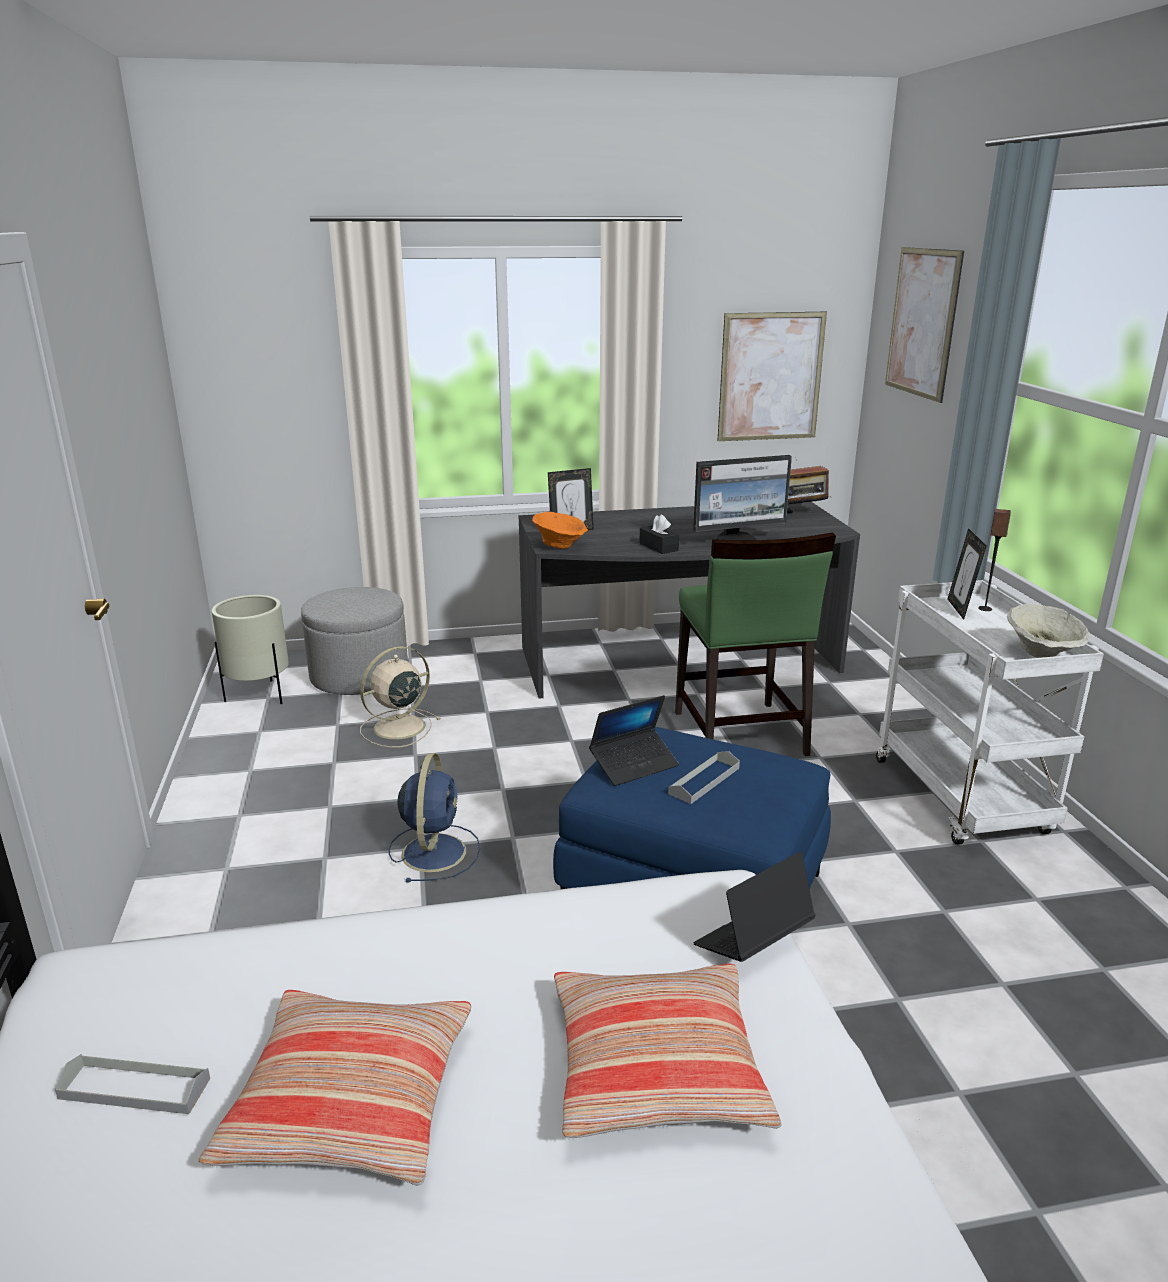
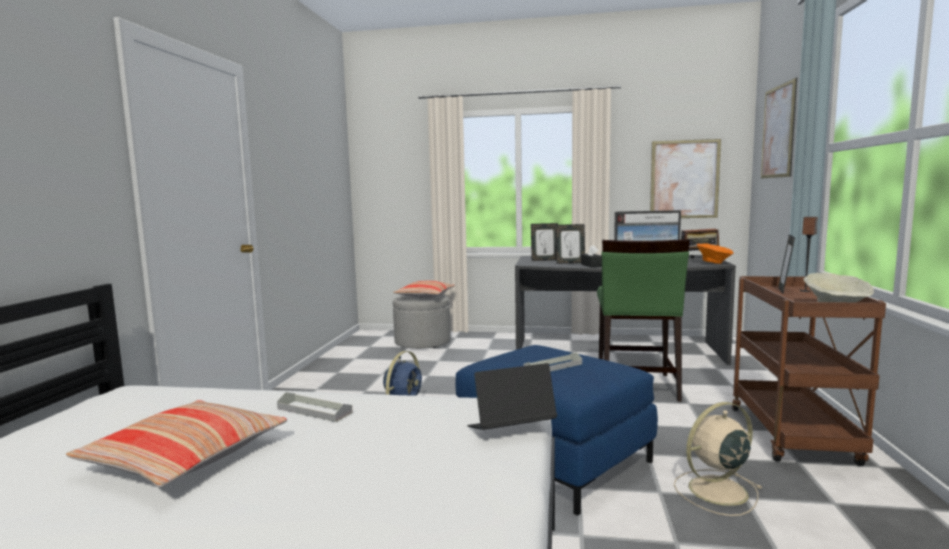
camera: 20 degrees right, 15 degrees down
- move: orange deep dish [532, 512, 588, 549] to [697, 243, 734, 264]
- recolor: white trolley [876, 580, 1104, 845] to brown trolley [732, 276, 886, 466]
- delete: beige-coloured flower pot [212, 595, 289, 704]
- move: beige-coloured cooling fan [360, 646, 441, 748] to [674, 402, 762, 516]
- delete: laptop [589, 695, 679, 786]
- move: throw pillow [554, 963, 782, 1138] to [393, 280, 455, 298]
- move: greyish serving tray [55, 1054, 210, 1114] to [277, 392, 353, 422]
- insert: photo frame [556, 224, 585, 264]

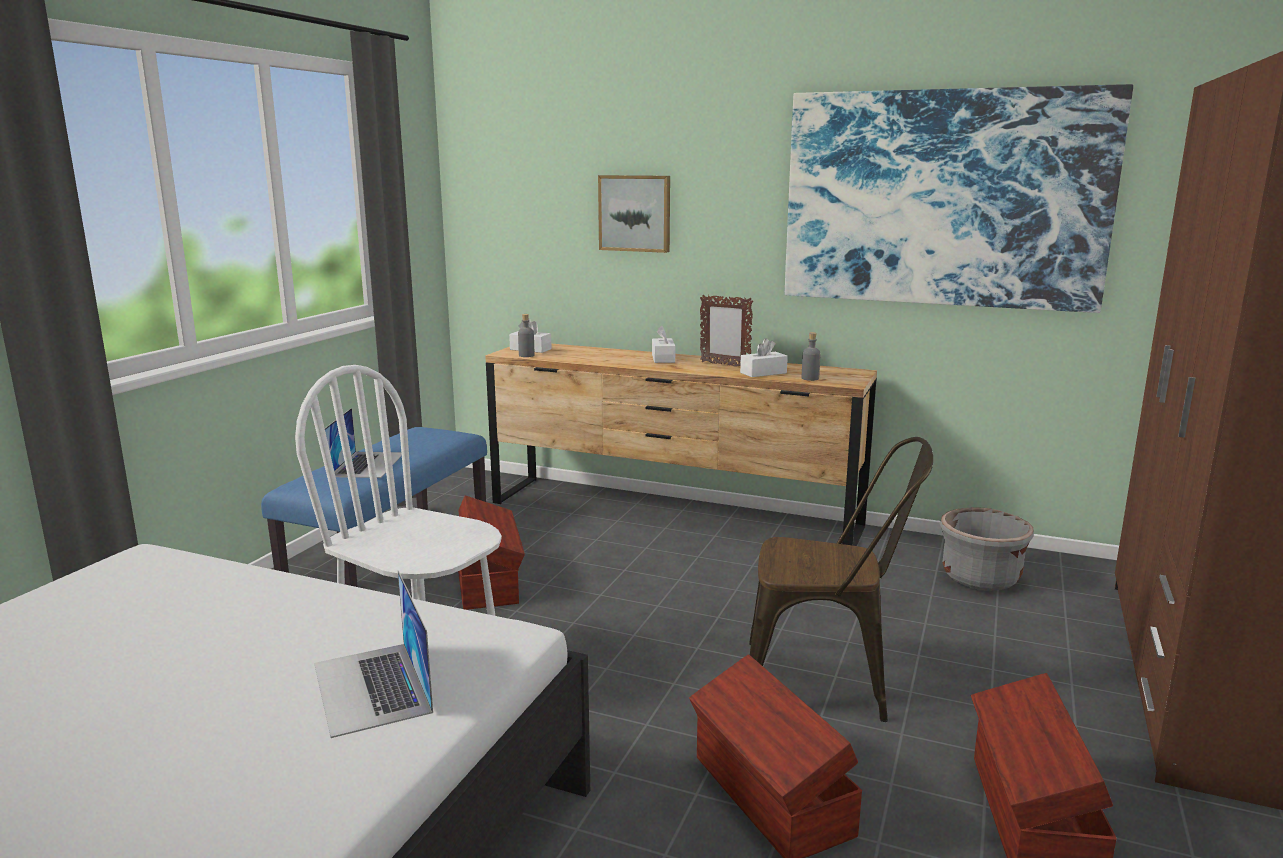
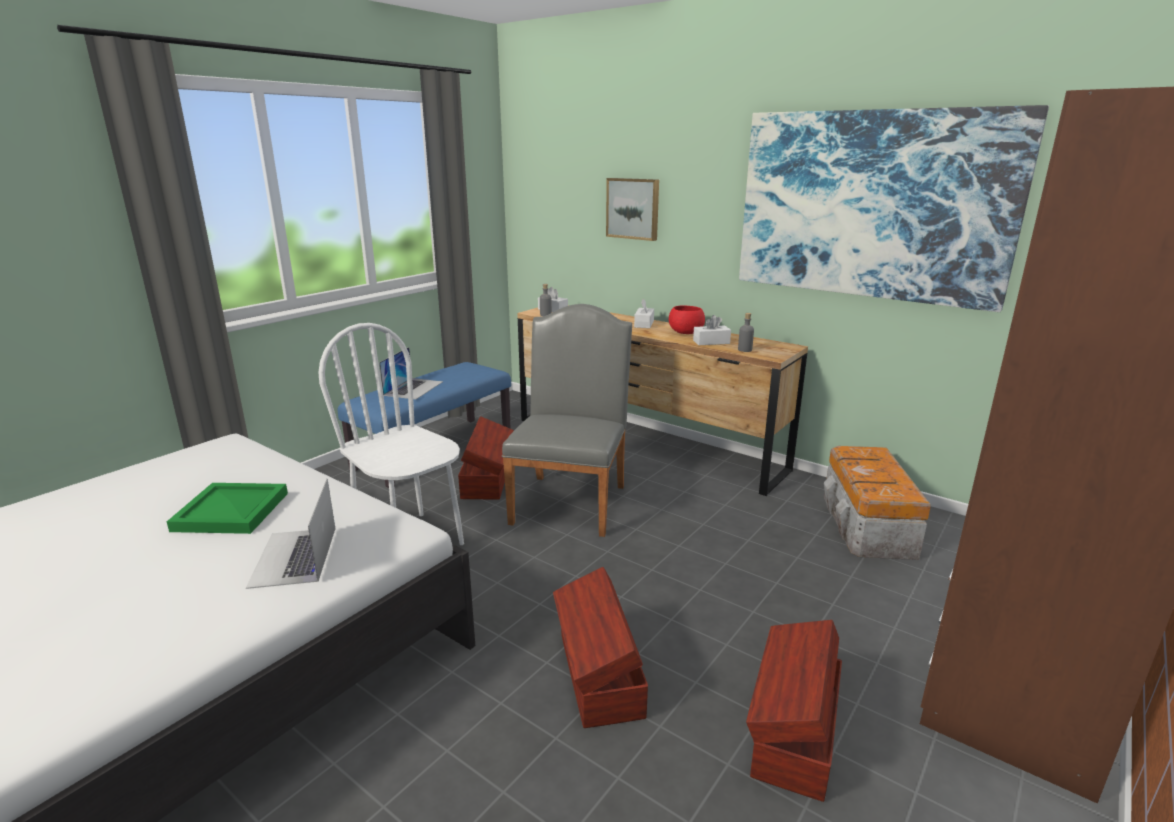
camera: 15 degrees right, 5 degrees up
- replace: photo frame [700, 295, 753, 366] to red-coloured deep dish [669, 305, 705, 334]
- delete: brown chair [749, 437, 933, 722]
- replace: greyish flower pot [940, 507, 1034, 591] to storage box [824, 446, 931, 560]
- insert: greyish chair [502, 304, 632, 537]
- insert: green serving tray [167, 483, 288, 534]

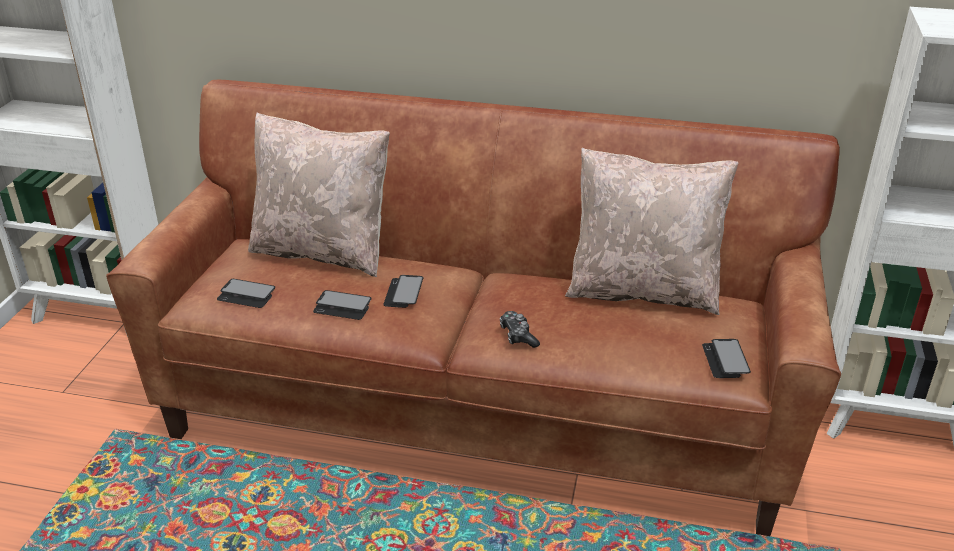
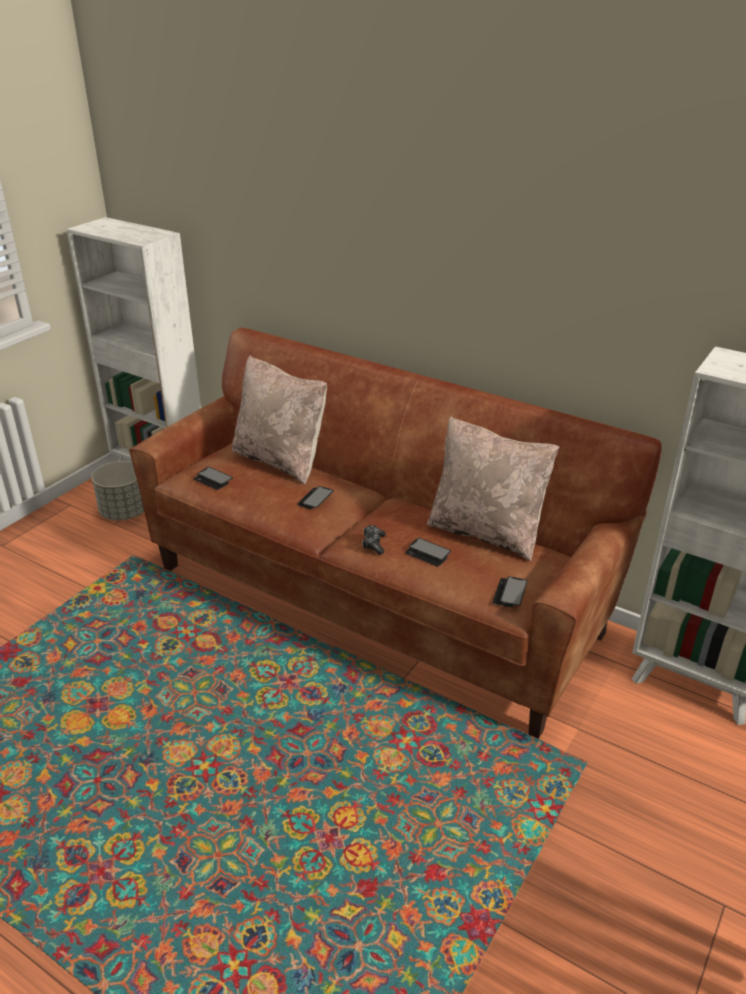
camera: 20 degrees right, 0 degrees up
- move: phone [313, 290, 372, 320] to [405, 538, 451, 566]
- insert: greyish flower pot [92, 461, 144, 520]

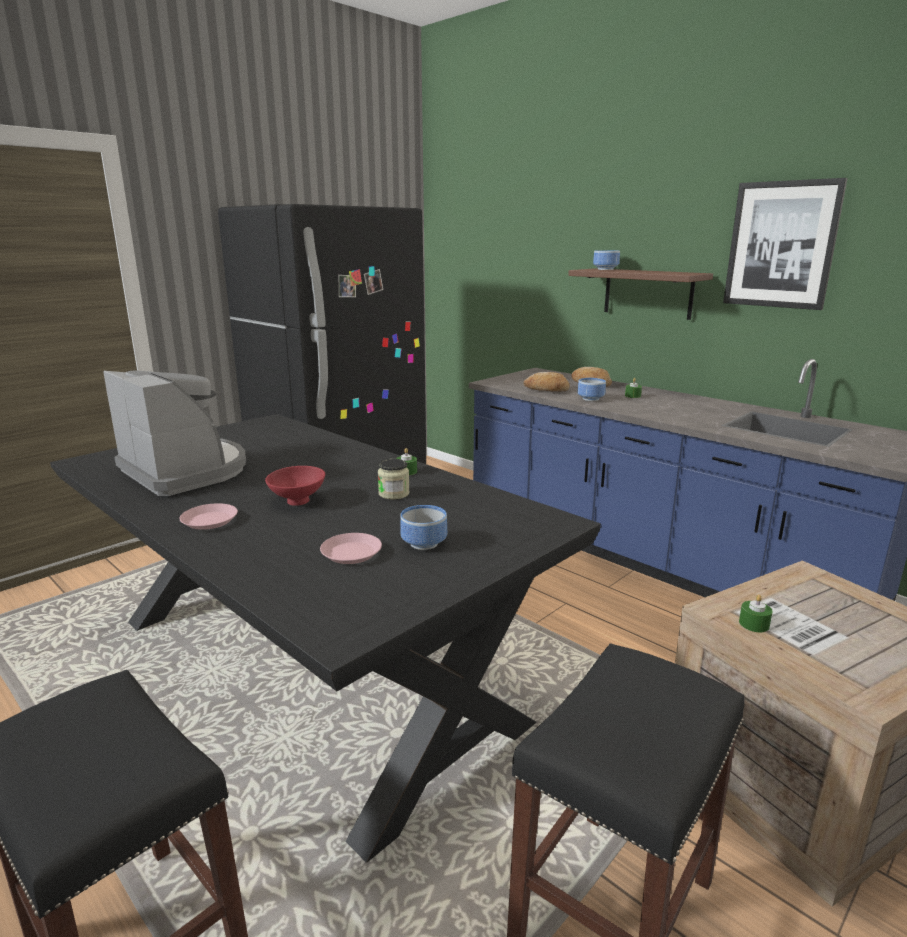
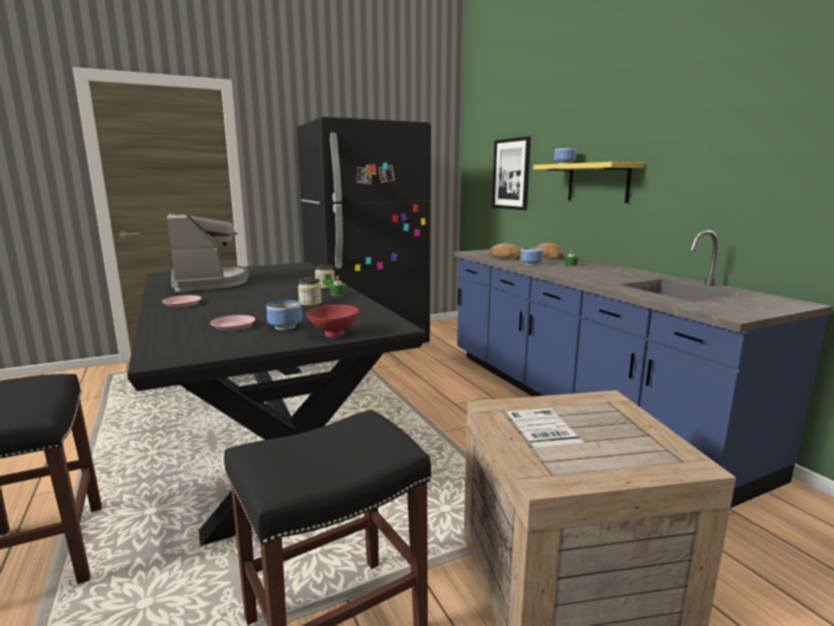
camera: 20 degrees right, 5 degrees down
- move: wall picture [723, 178, 848, 310] to [492, 136, 531, 210]
- recolor: brown wall shelf [568, 268, 713, 320] to yellowish wall shelf [533, 162, 644, 203]
- move: red-coloured deep dish [265, 466, 325, 506] to [307, 305, 359, 337]
- delete: green candle [739, 595, 773, 632]
- insert: storage jar [315, 265, 335, 289]

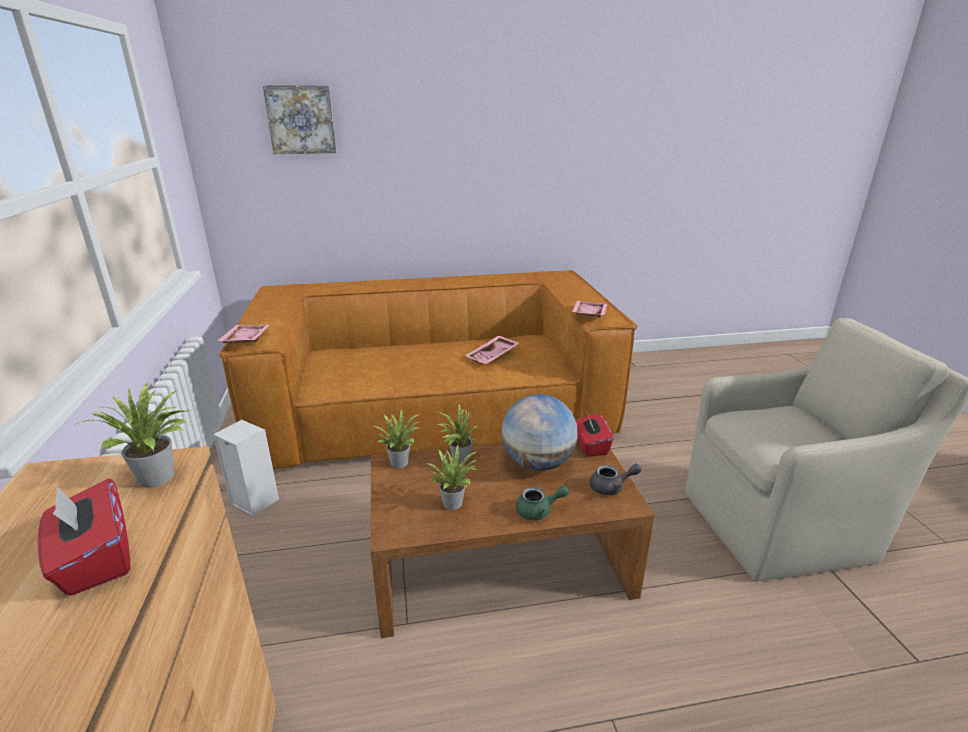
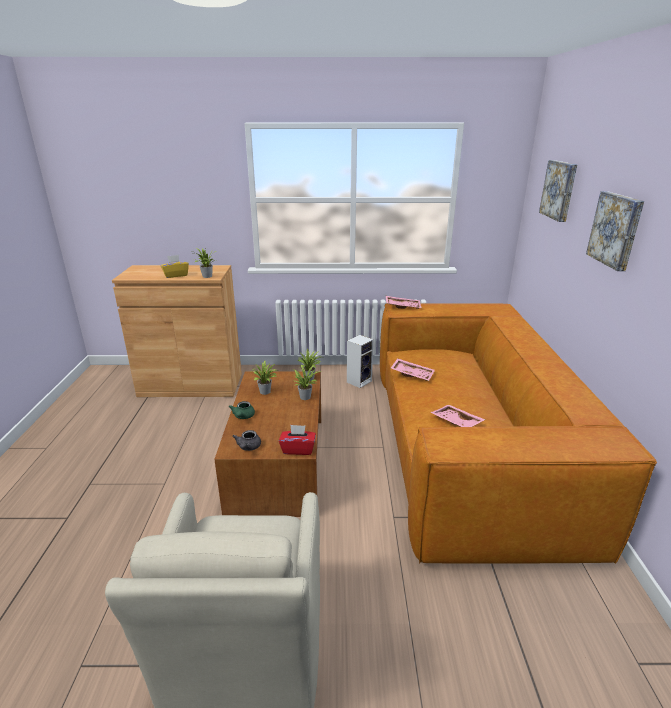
camera: 100 degrees right, 0 degrees up
- move: pinkish serving tray [572, 301, 607, 318] to [391, 358, 435, 381]
- delete: world globe [501, 394, 578, 471]
- recolor: red-coloured tissue box [38, 479, 130, 596] to yellowish tissue box [161, 255, 189, 278]
- insert: wall picture [586, 191, 644, 271]

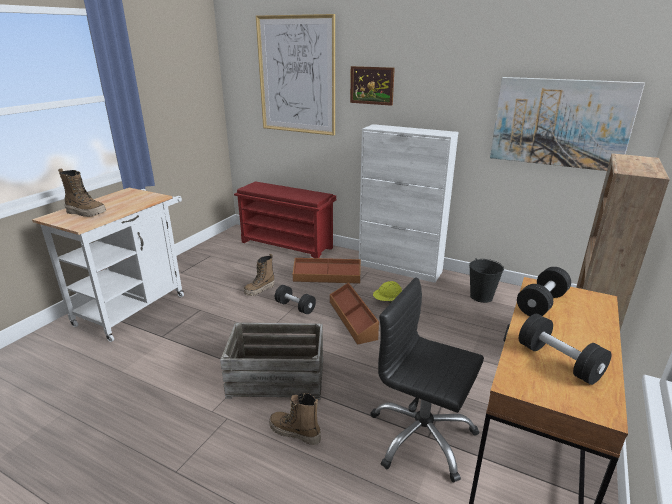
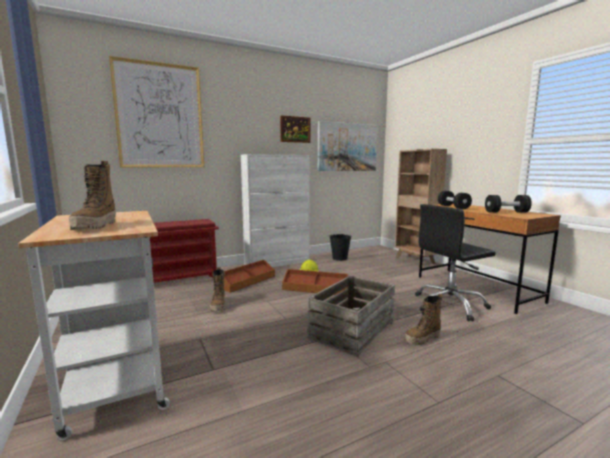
camera: 55 degrees left, 15 degrees down
- move: wall picture [350, 66, 395, 106] to [280, 115, 310, 143]
- rotate: tall boot [58, 168, 106, 217] = [69, 161, 116, 230] 120 degrees clockwise
- delete: blackish free weight [275, 285, 316, 314]

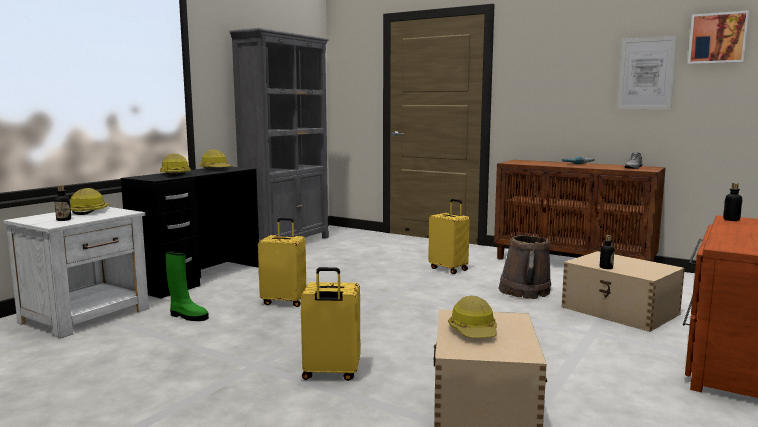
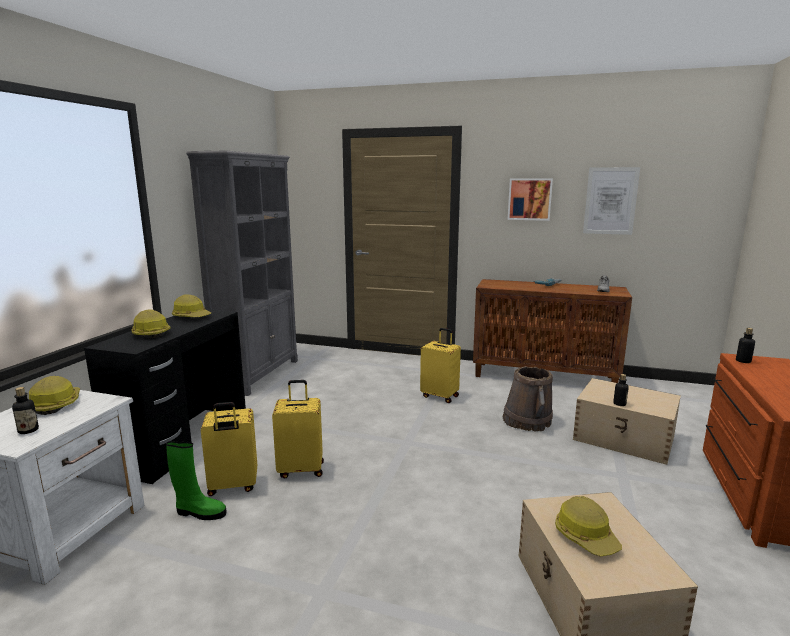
camera: 15 degrees left, 5 degrees up
- move: wall picture [688, 10, 749, 64] to [508, 178, 553, 221]
- move: yellowish piece of luggage [300, 267, 360, 381] to [201, 402, 257, 496]

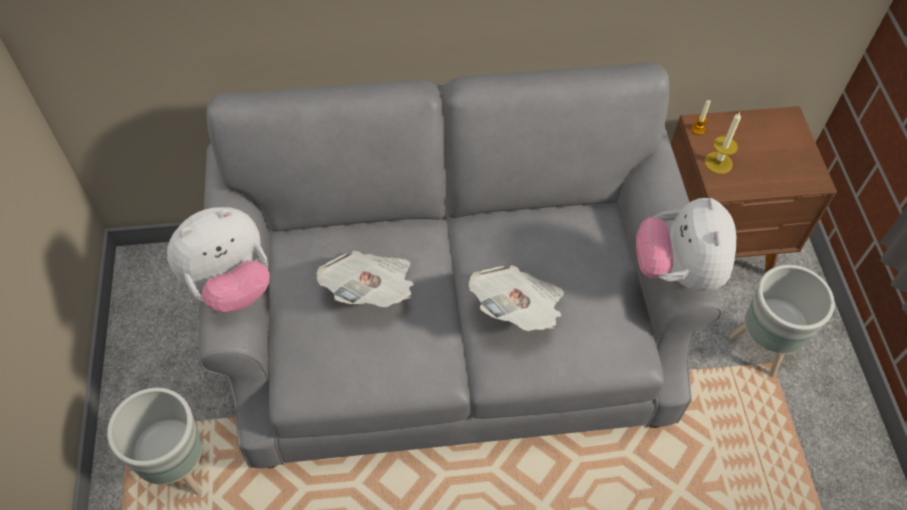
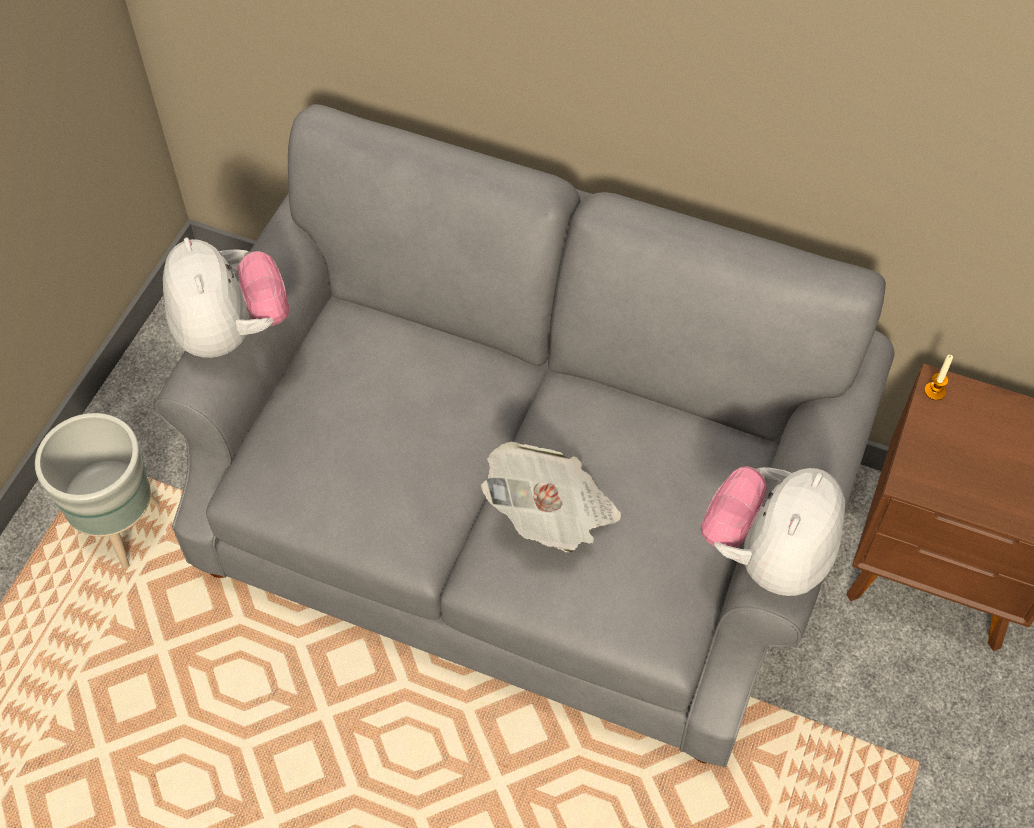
camera: 30 degrees right, 0 degrees up
- delete: candle [705, 112, 741, 174]
- rotate: soft toy [167, 207, 270, 312] = [163, 237, 289, 358] 105 degrees counterclockwise
- delete: newspaper [317, 251, 414, 307]
- delete: greyish flower pot [729, 265, 835, 377]

